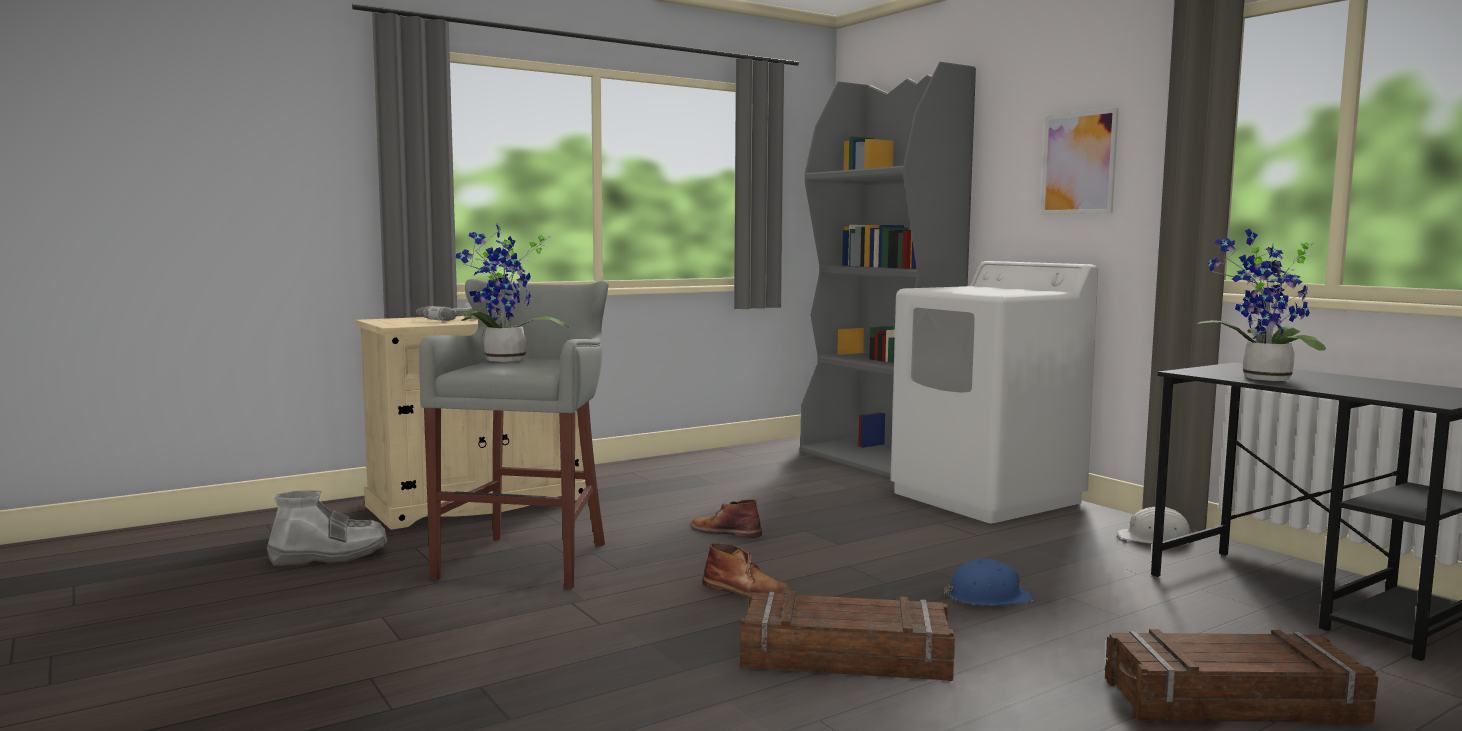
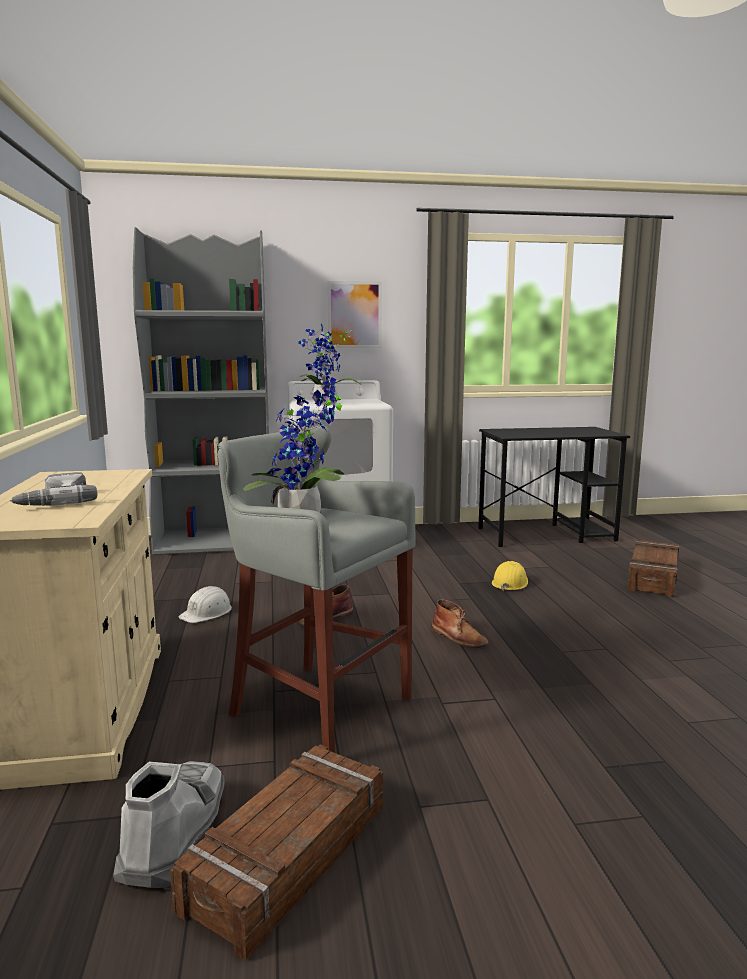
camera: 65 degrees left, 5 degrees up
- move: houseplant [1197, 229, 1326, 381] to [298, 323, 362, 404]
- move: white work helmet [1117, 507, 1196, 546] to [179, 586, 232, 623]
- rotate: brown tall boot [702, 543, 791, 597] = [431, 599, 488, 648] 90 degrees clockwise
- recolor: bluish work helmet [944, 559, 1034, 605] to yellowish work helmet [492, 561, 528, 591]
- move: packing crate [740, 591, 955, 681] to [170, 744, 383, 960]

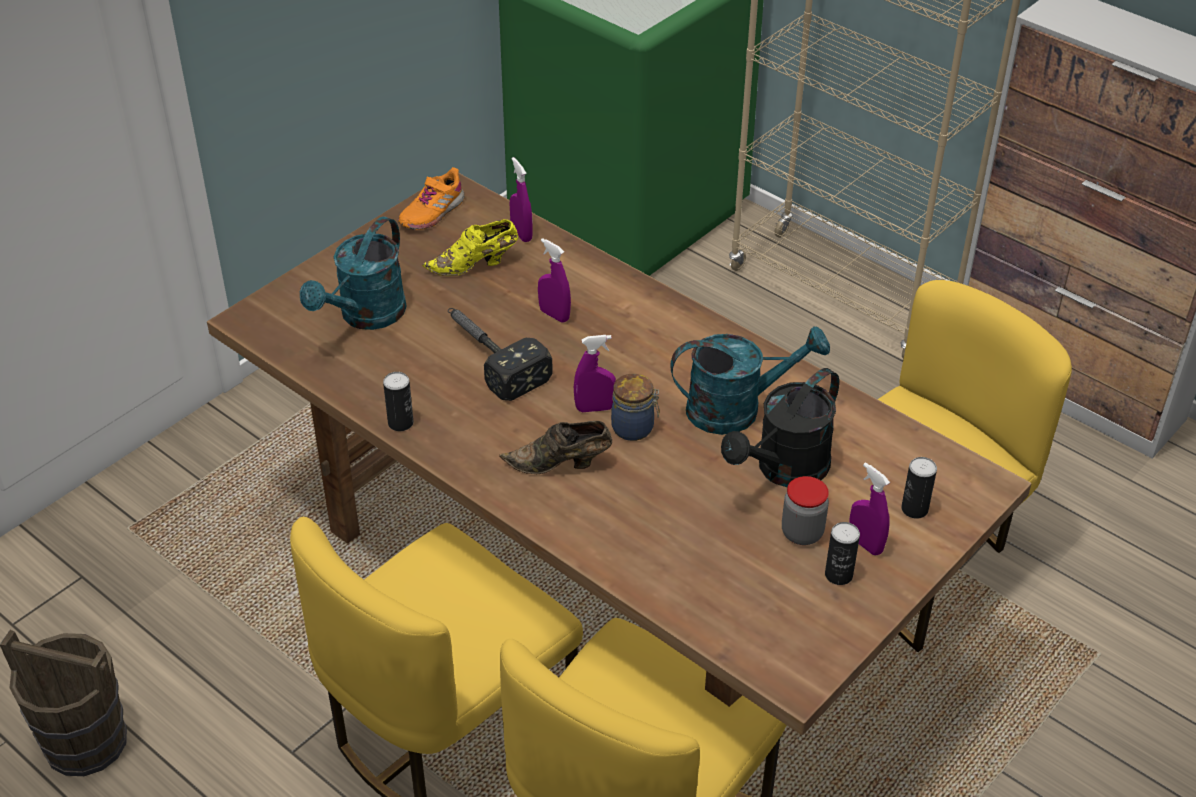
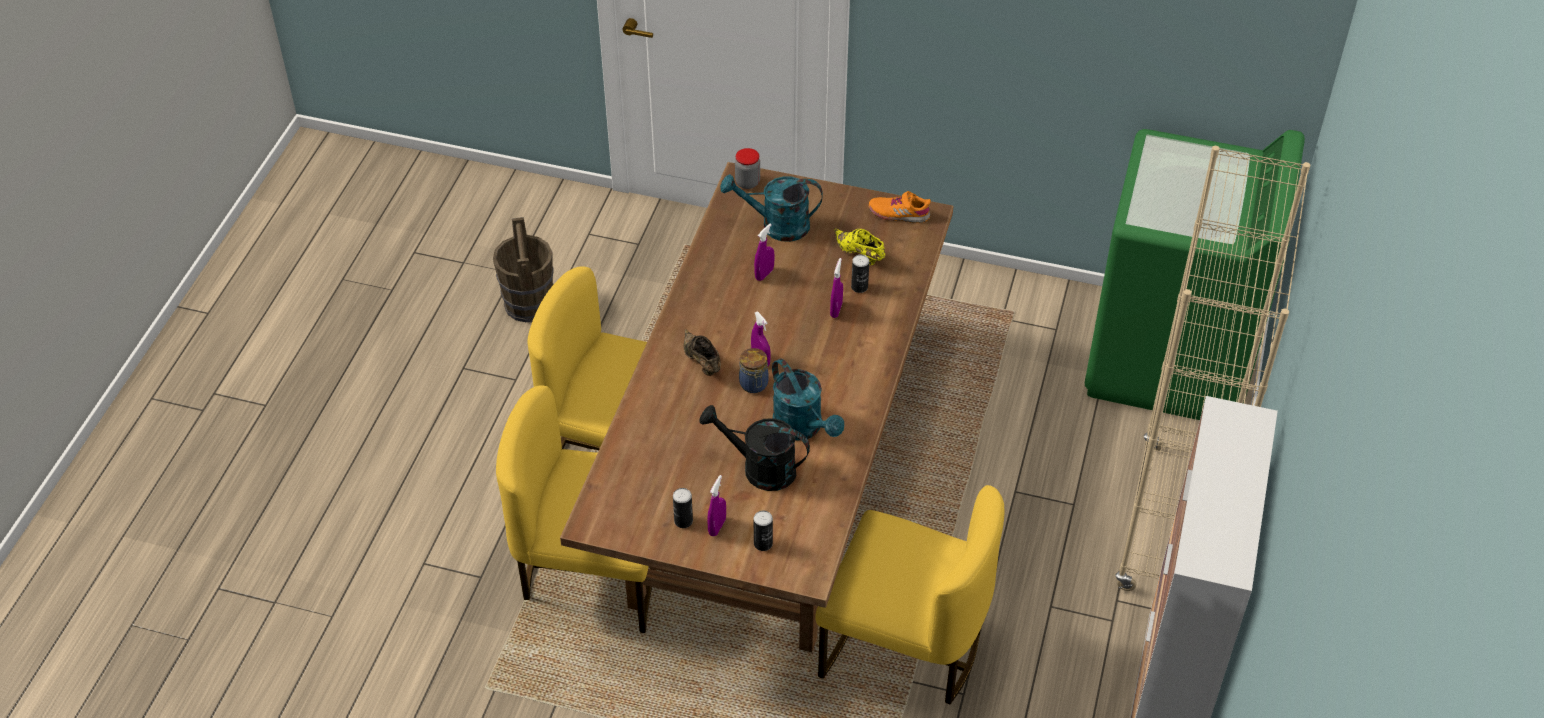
camera: 65 degrees right, 5 degrees up
- move: purple spray bottle [510, 157, 533, 242] to [754, 223, 775, 281]
- delete: tool hammer [448, 308, 553, 401]
- move: can [383, 372, 414, 431] to [851, 254, 869, 293]
- move: storage jar [782, 476, 829, 545] to [735, 148, 760, 189]

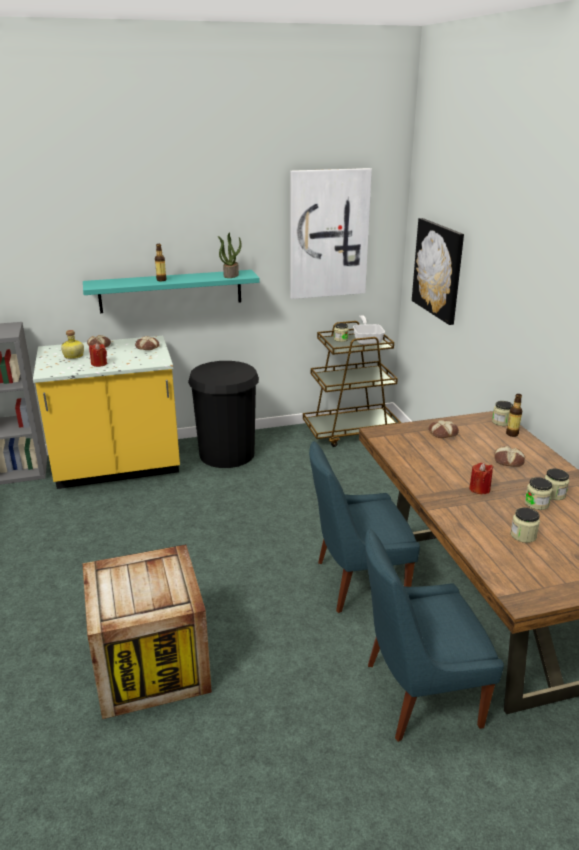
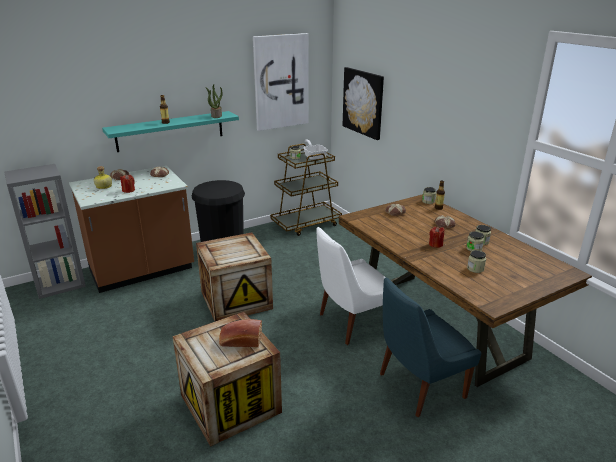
camera: 15 degrees left, 0 degrees up
- recolor: yellowish kitchen counter [33, 336, 180, 489] to brown kitchen counter [69, 166, 194, 293]
- recolor: bluish chair [309, 441, 420, 613] to white chair [316, 227, 386, 345]
- insert: packing crate [196, 232, 273, 321]
- insert: baked bread [219, 319, 262, 347]

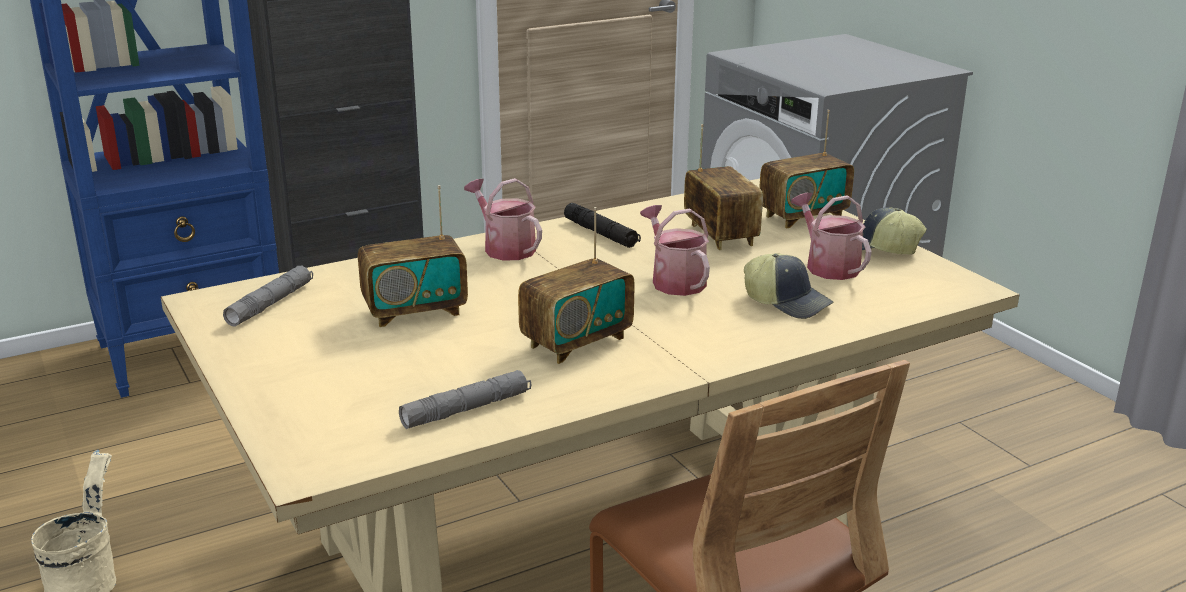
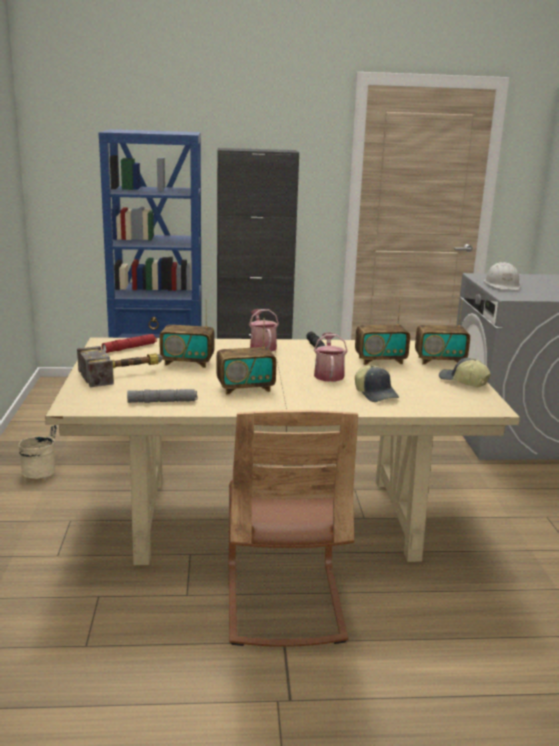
camera: 25 degrees right, 5 degrees down
- rotate: radio [684, 124, 763, 250] = [355, 299, 410, 365] 75 degrees clockwise
- delete: sprinkling can [791, 193, 872, 280]
- recolor: greyish torch [223, 266, 313, 327] to red-coloured torch [102, 334, 157, 353]
- insert: white work helmet [484, 262, 520, 290]
- insert: tool hammer [77, 346, 163, 388]

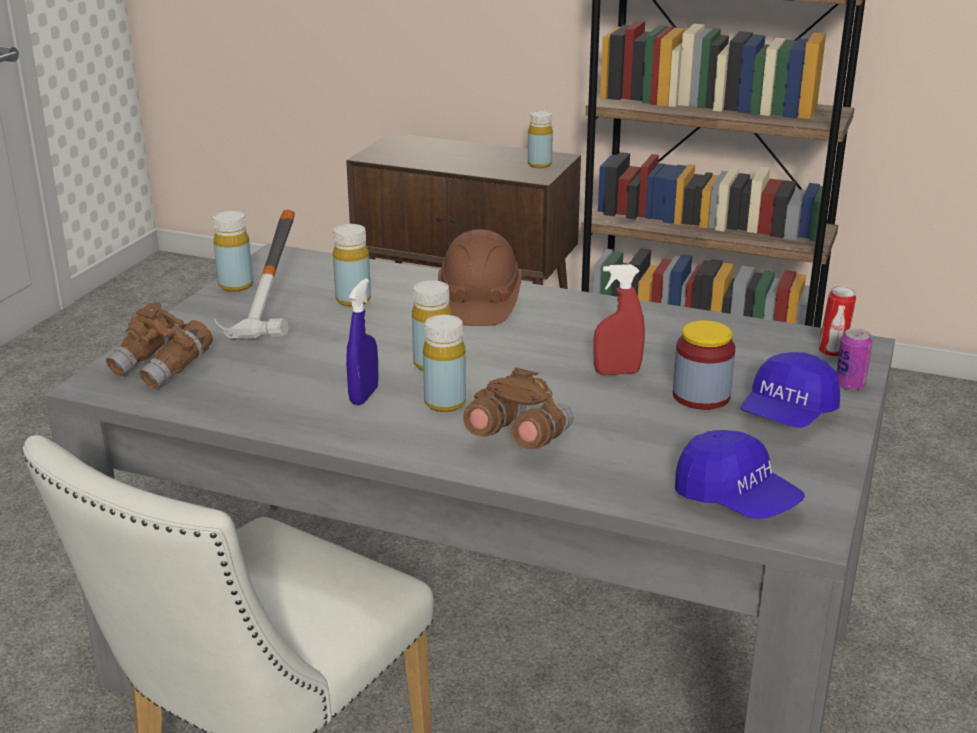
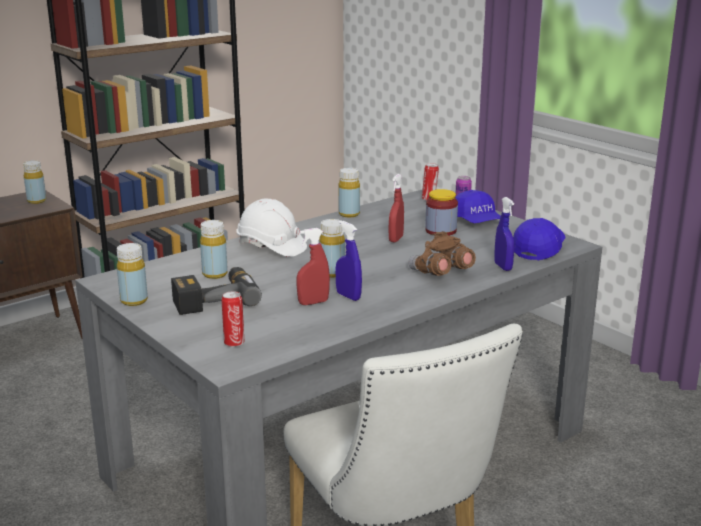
camera: 60 degrees left, 5 degrees down
- replace: tool hammer [214, 210, 295, 340] to electric drill [171, 267, 262, 315]
- recolor: brown work helmet [438, 229, 522, 326] to white work helmet [236, 198, 307, 257]
- replace: brown binoculars [106, 302, 213, 389] to can [221, 291, 244, 347]
- move: yellowish beverage bottle [423, 315, 466, 412] to [338, 168, 360, 217]
- rotate: bluish peaked cap [675, 430, 805, 519] = [513, 218, 566, 261] 45 degrees counterclockwise
- insert: bluish spray bottle [494, 197, 514, 271]
- insert: red-coloured spray bottle [297, 228, 330, 305]

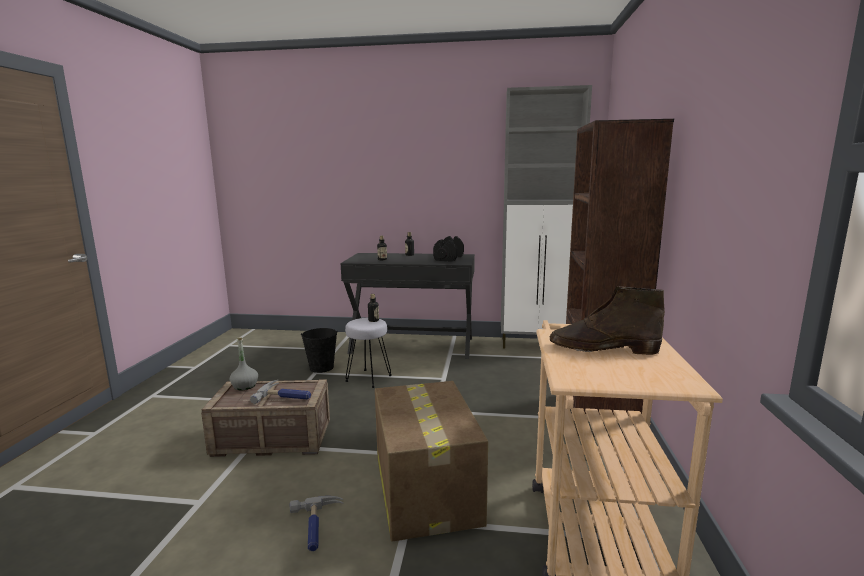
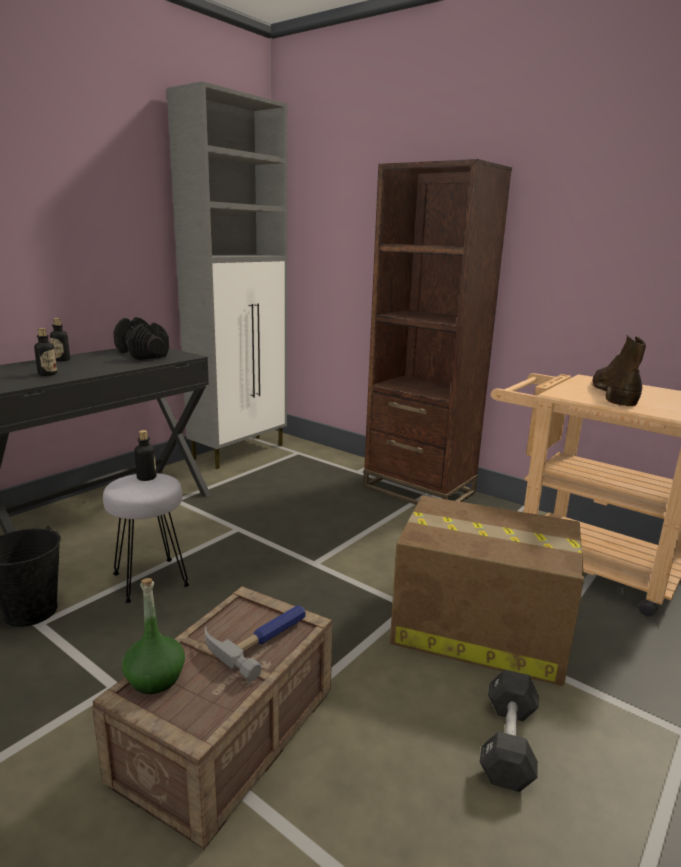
camera: 60 degrees left, 5 degrees up
- rotate: brown tall boot [550, 286, 665, 355] = [591, 335, 646, 406] 150 degrees clockwise
- recolor: greyish beverage bottle [229, 337, 258, 390] to green beverage bottle [122, 578, 185, 694]
- replace: tool hammer [290, 496, 344, 551] to blackish free weight [480, 669, 539, 792]

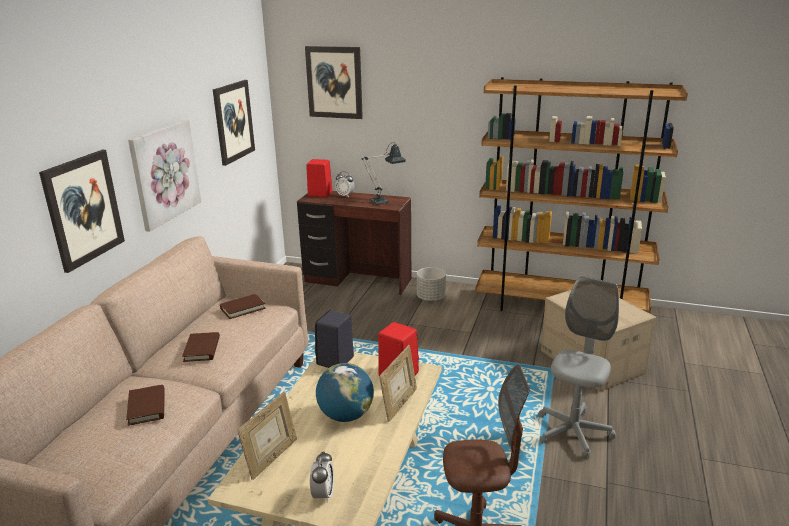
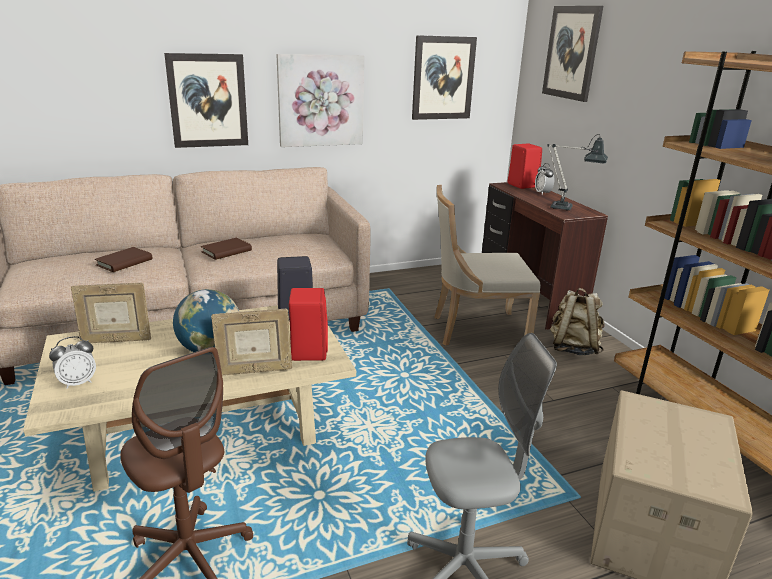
camera: 50 degrees right, 0 degrees up
- replace: greyish flower pot [417, 267, 446, 301] to beige-coloured backpack [550, 288, 605, 355]
- delete: brown book [220, 294, 266, 319]
- insert: beige-coloured chair [434, 185, 541, 346]

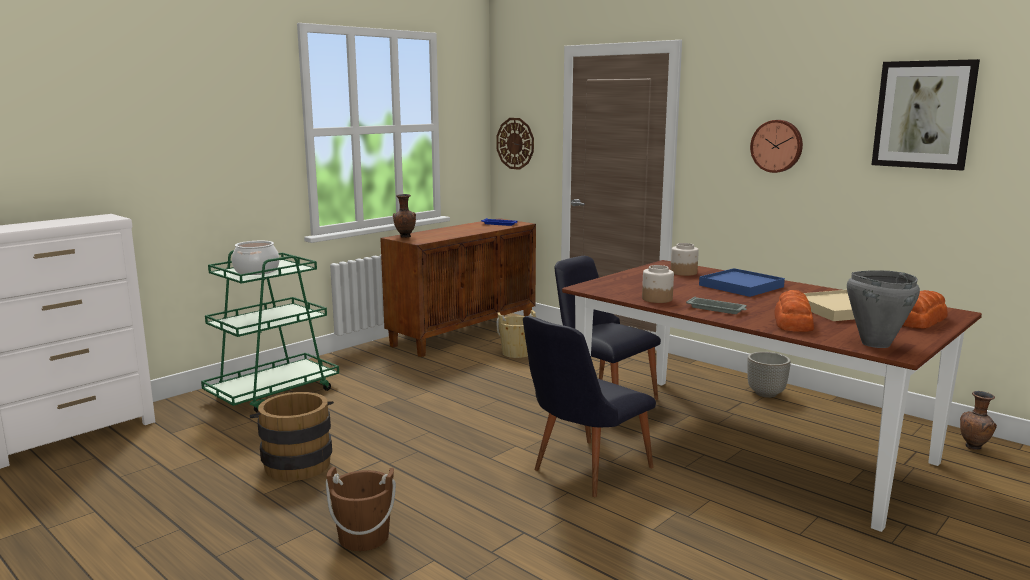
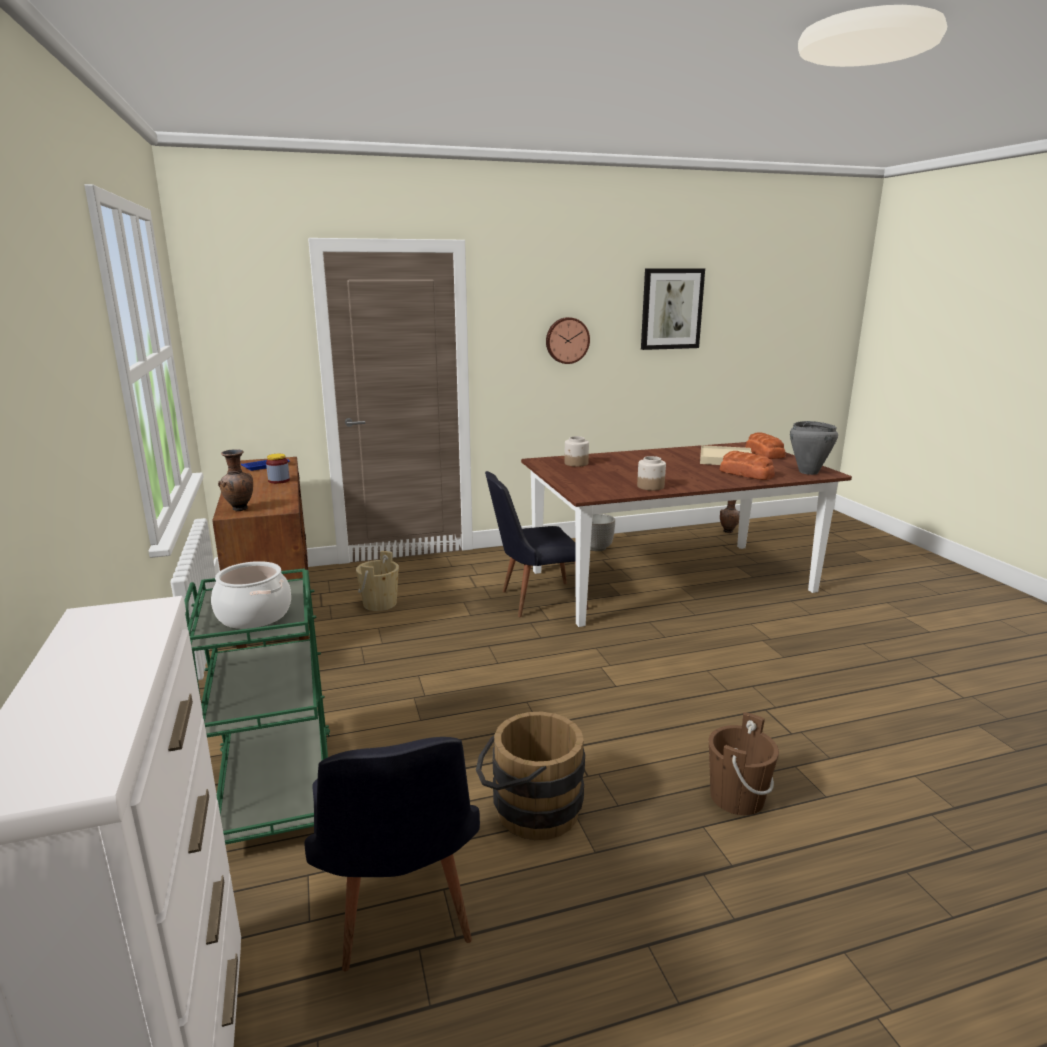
camera: 60 degrees left, 5 degrees up
- delete: hanging clock [496, 118, 534, 170]
- delete: bluish serving tray [699, 268, 785, 297]
- delete: greyish serving tray [686, 297, 747, 314]
- move: blackish chair [523, 316, 656, 497] to [304, 737, 480, 971]
- insert: storage jar [266, 454, 290, 484]

